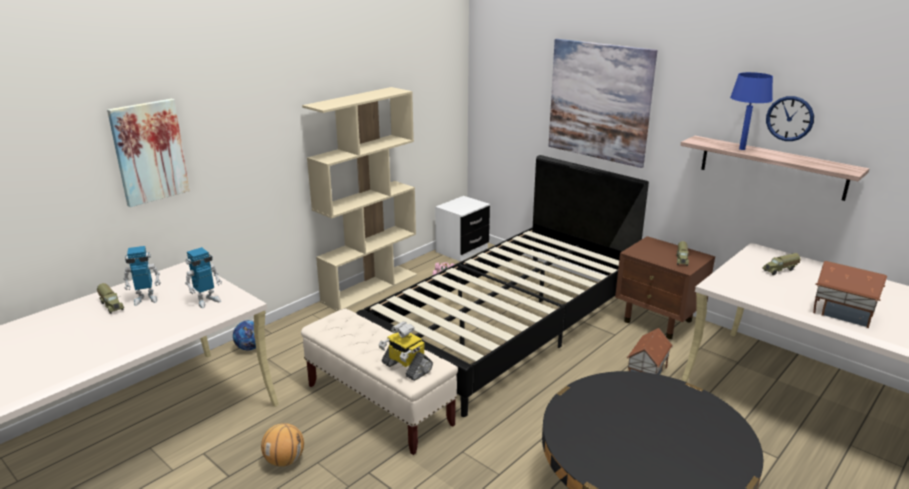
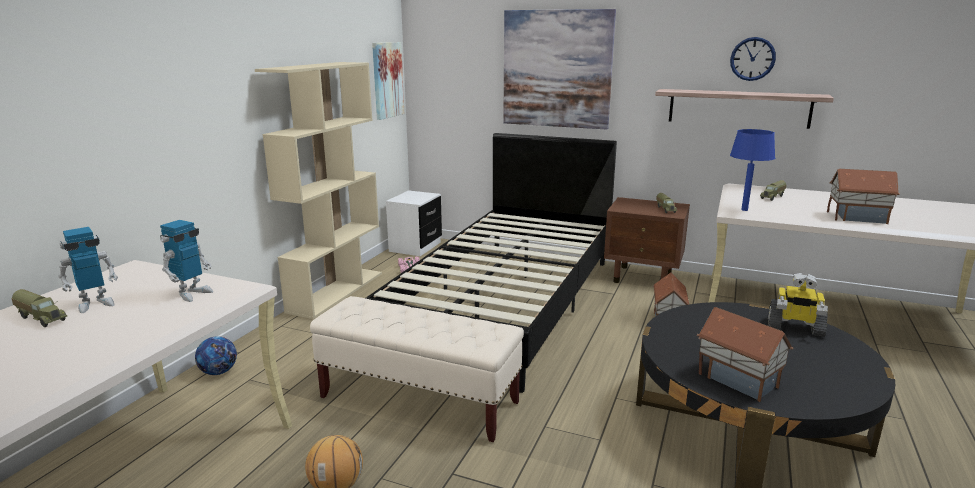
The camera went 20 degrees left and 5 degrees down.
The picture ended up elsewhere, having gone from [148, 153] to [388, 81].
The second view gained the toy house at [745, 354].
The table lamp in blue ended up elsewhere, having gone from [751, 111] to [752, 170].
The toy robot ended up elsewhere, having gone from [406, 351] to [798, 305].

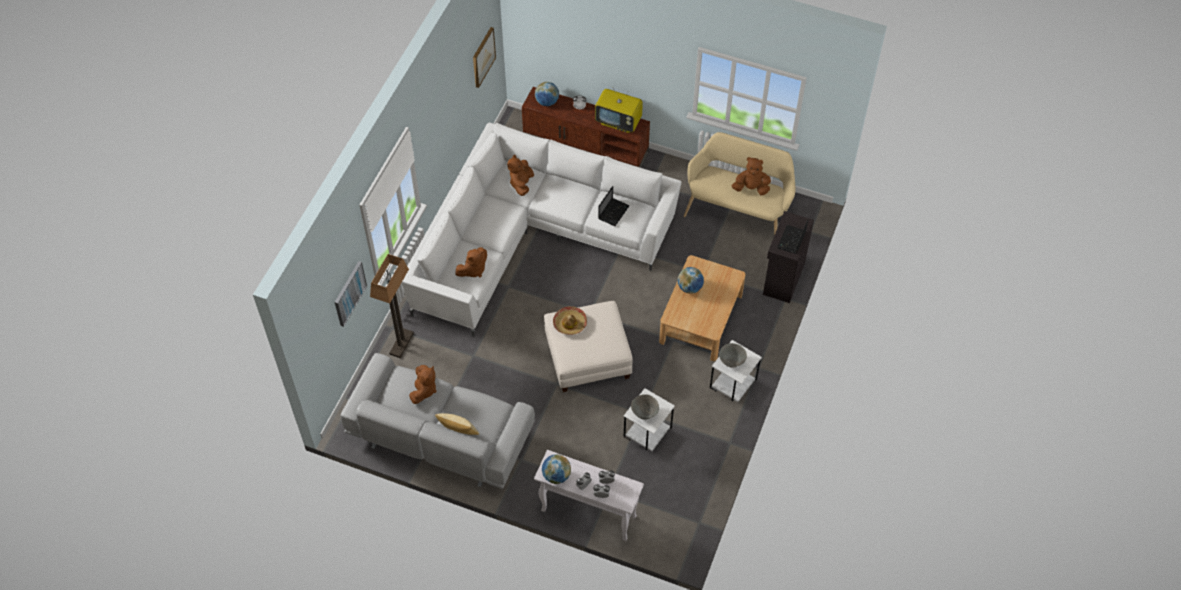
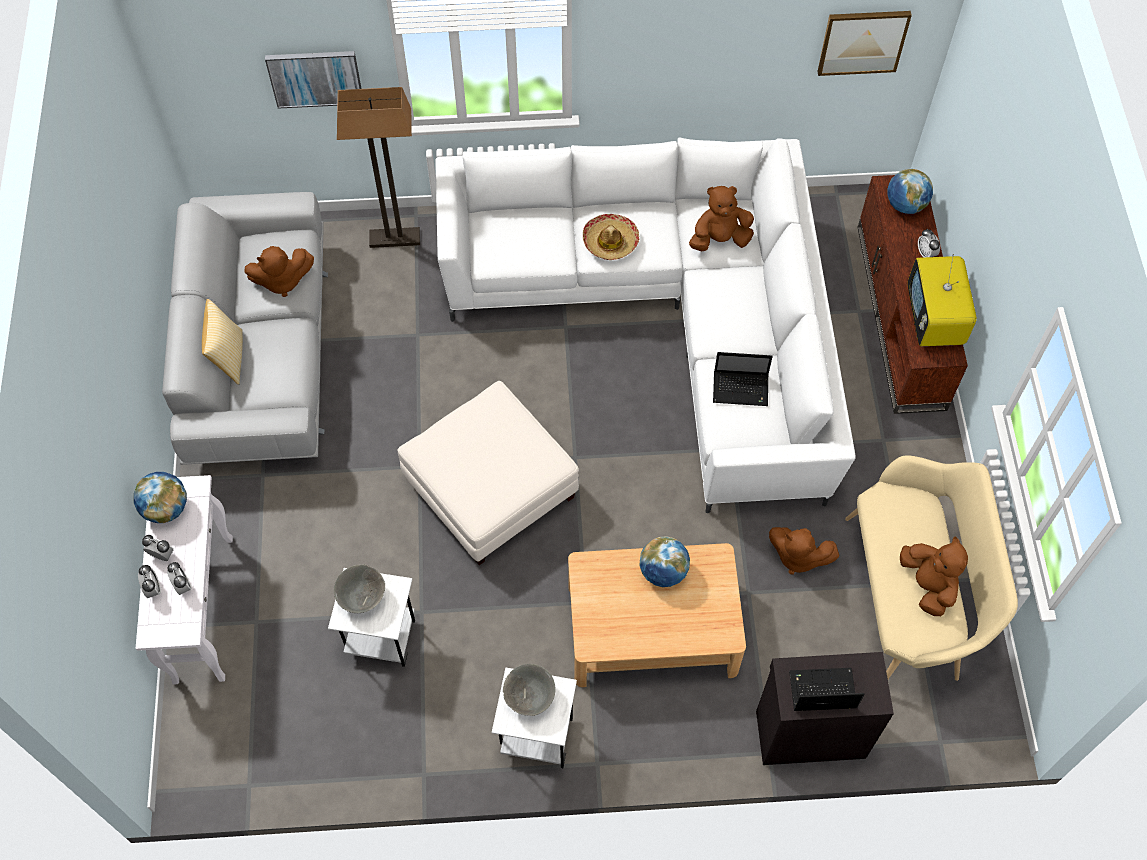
The camera went 65 degrees right and 5 degrees up.
The hat ended up elsewhere, having gone from [570, 320] to [611, 237].
The plush toy in brown ended up elsewhere, having gone from [471, 262] to [804, 551].

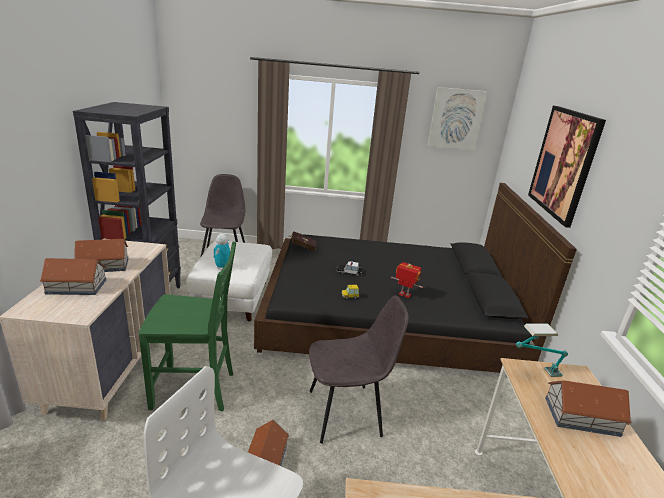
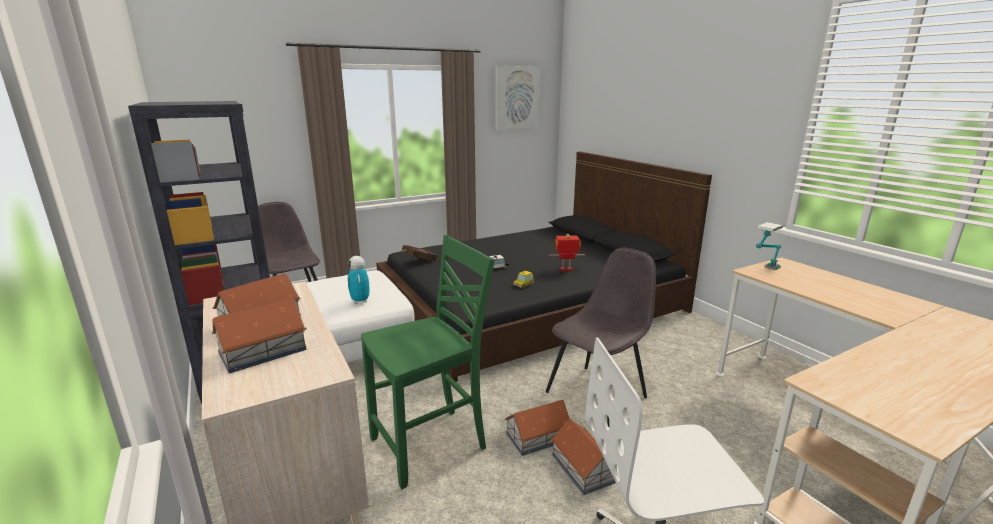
The camera went 30 degrees left and 5 degrees down.
The toy house ended up elsewhere, having gone from [588, 408] to [536, 428].
The second view lost the picture at [567, 167].

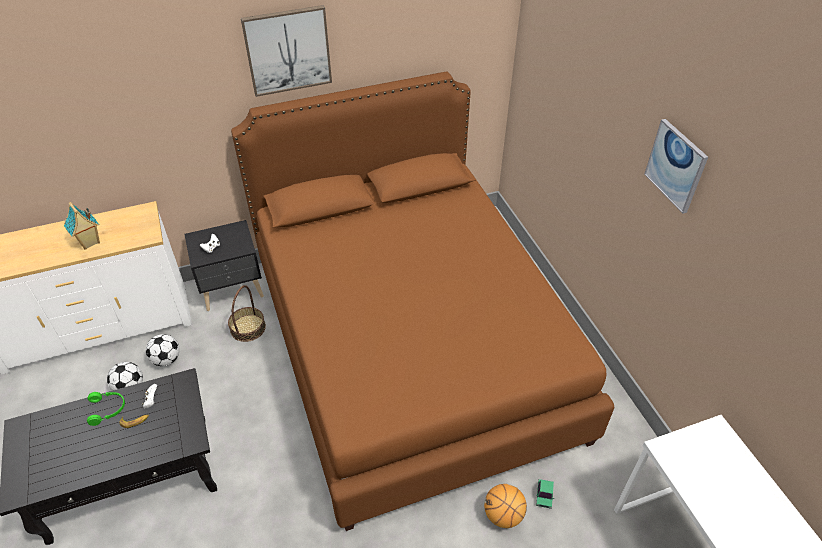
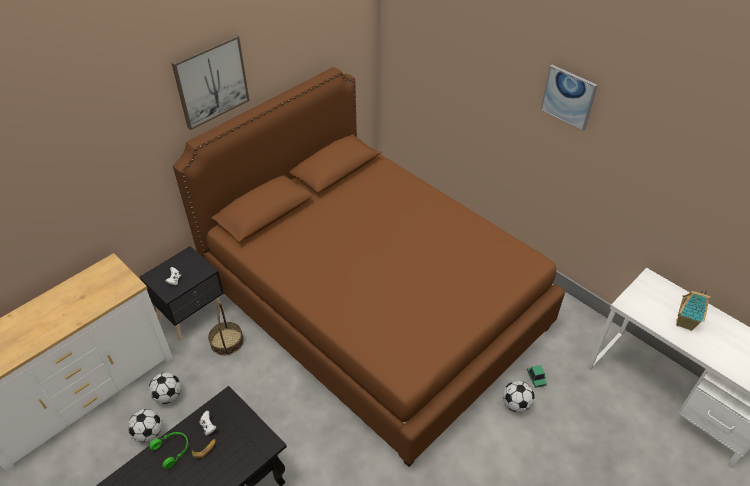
The camera went 25 degrees left and 0 degrees up.
Where the basketball stood at [505, 506], the football came to stand at [519, 397].
The toy house ended up elsewhere, having gone from [82, 226] to [693, 310].

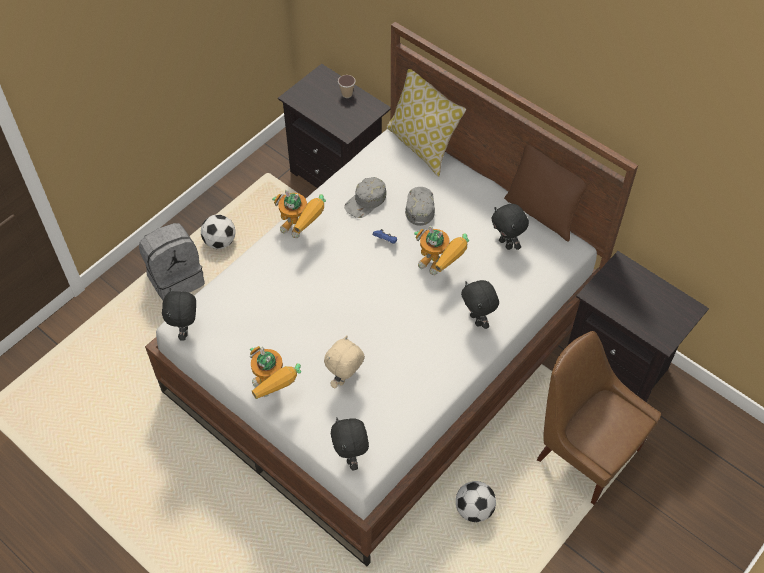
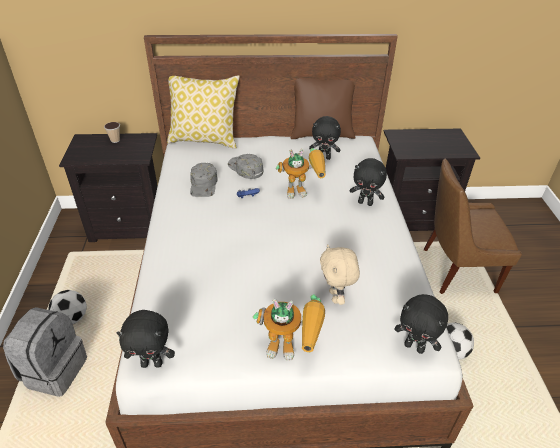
The camera went 45 degrees left and 15 degrees down.
The plush toy in black at [179, 314] ended up facing another way, 45 degrees counterclockwise from before.
The second view lost the toy robot at [299, 213].

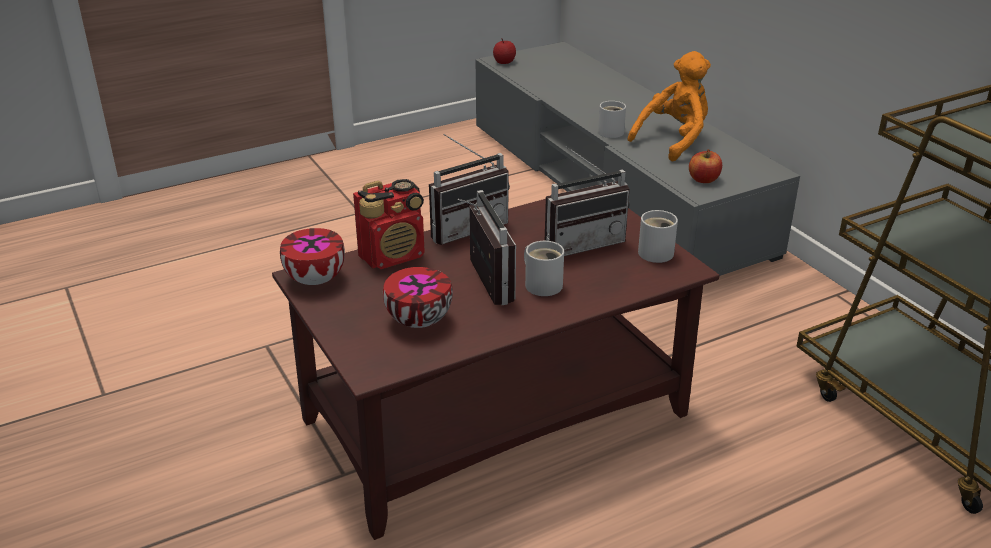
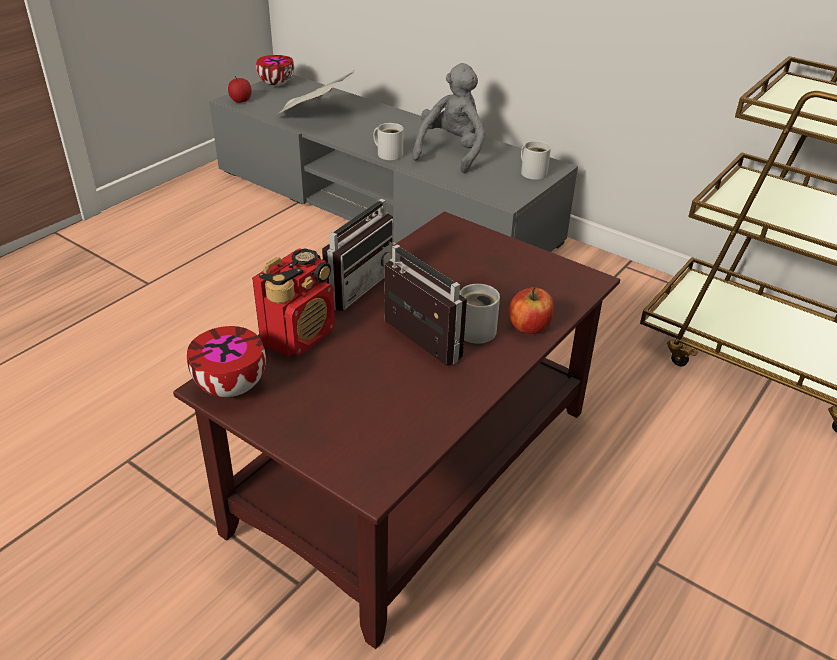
The camera went 25 degrees left and 5 degrees up.
The bowl ended up elsewhere, having gone from [418, 297] to [275, 70].
The second view gained the newspaper at [316, 92].
What was the plush toy in orange at [669, 106] turned into the plush toy in grey at [448, 118].
The apple ended up elsewhere, having gone from [705, 166] to [531, 310].
The mug in white ended up elsewhere, having gone from [658, 236] to [536, 160].
The second view lost the radio at [587, 201].

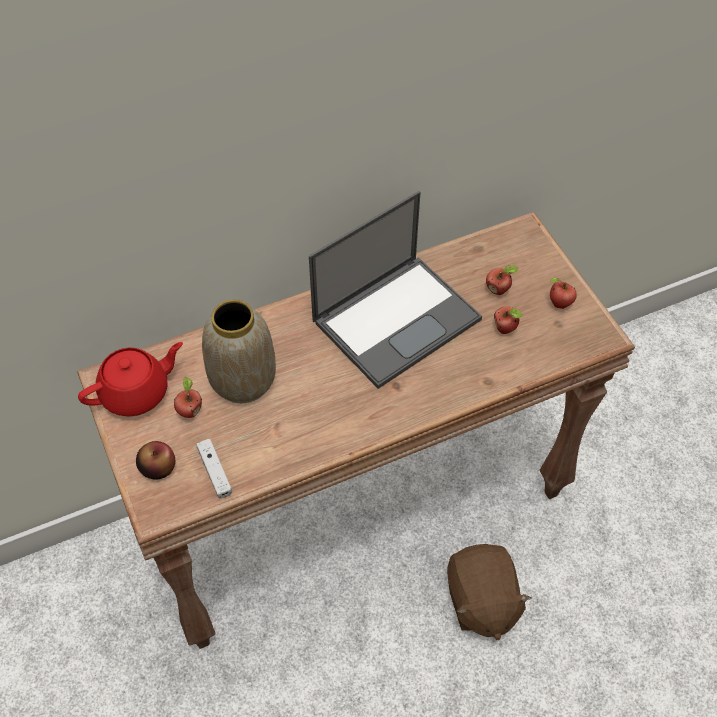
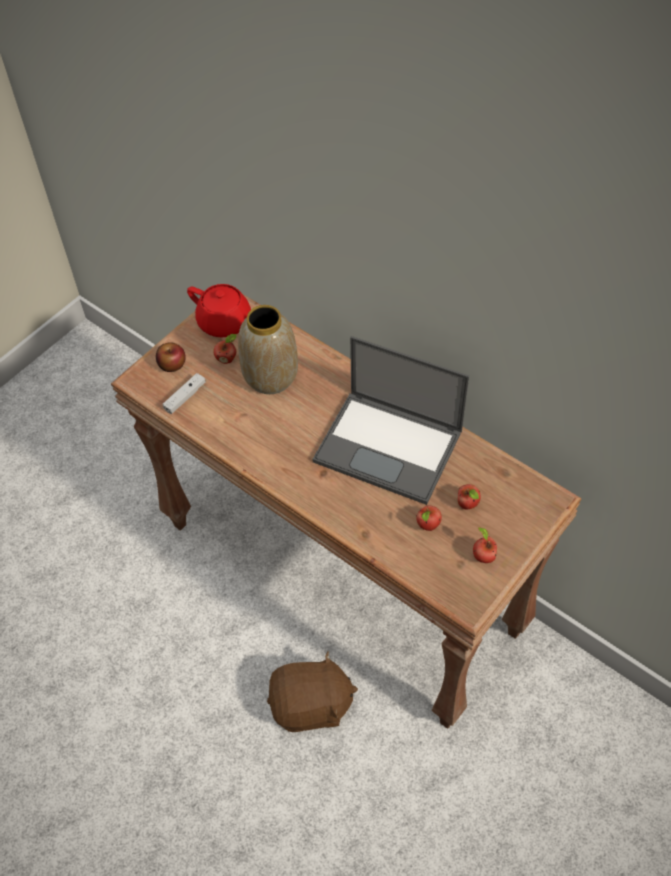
The camera went 65 degrees right and 0 degrees up.
The plush toy in brown at [489, 592] ended up facing another way, 150 degrees counterclockwise from before.

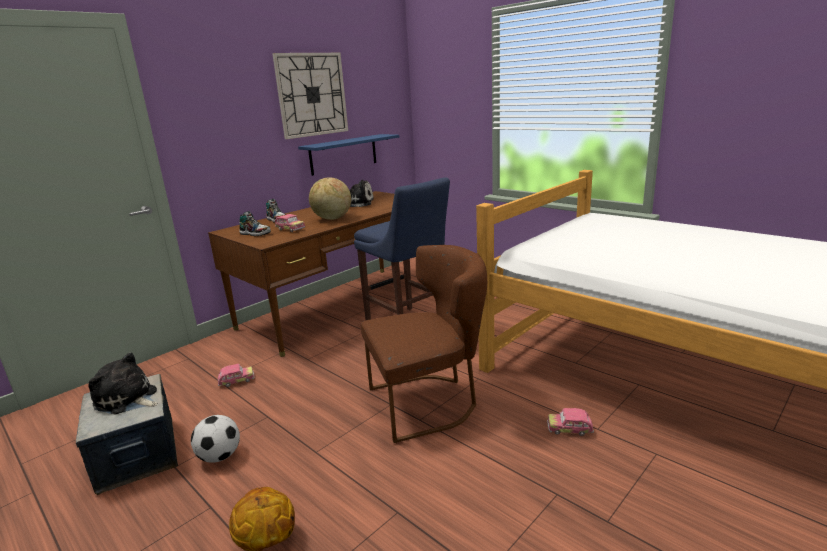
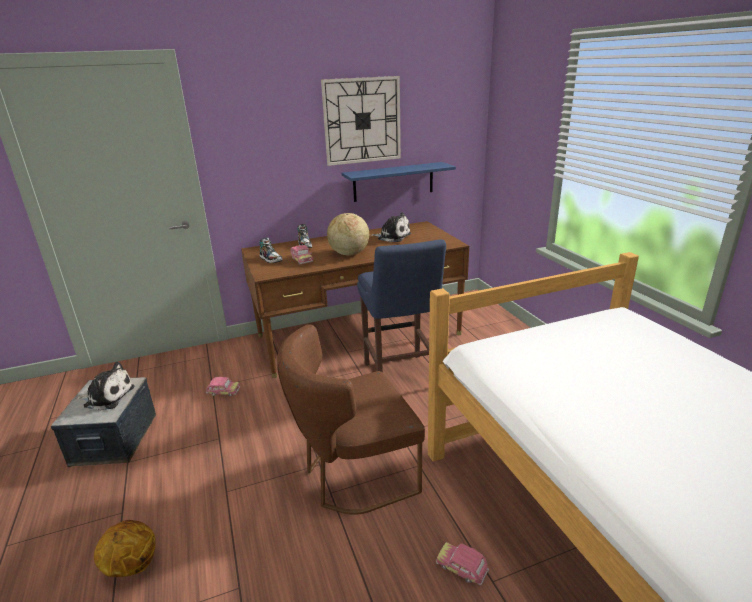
The camera went 25 degrees right and 5 degrees up.
The plush toy at [123, 383] ended up facing another way, 135 degrees clockwise from before.
The chair in brown at [424, 344] ended up facing another way, 150 degrees clockwise from before.
The second view lost the football at [215, 439].

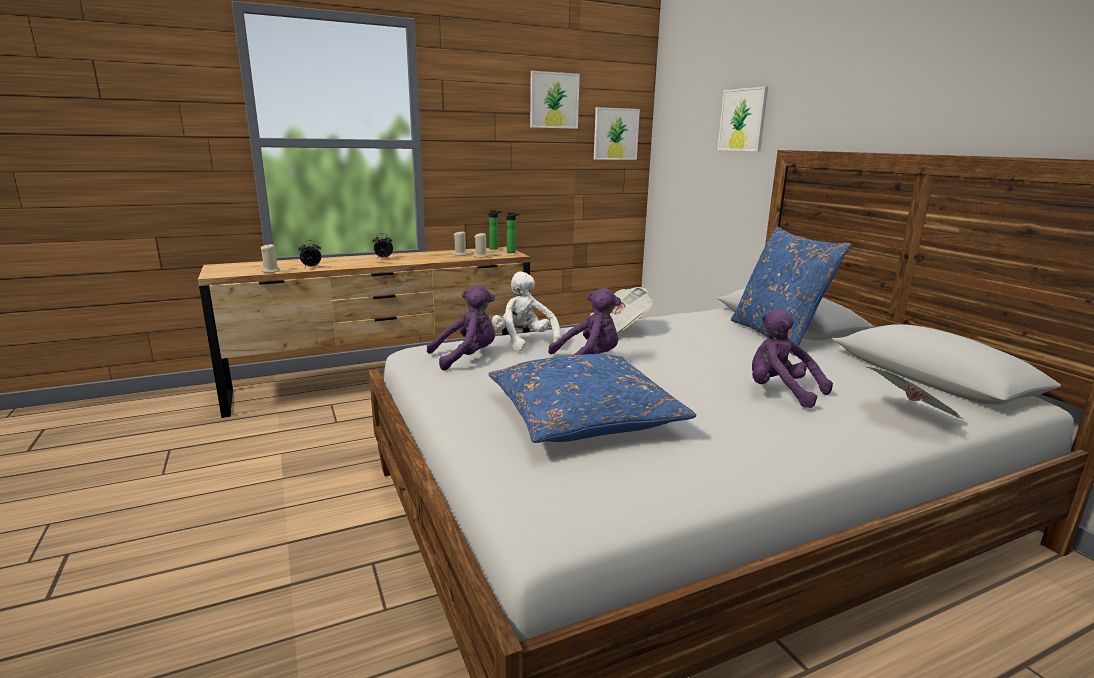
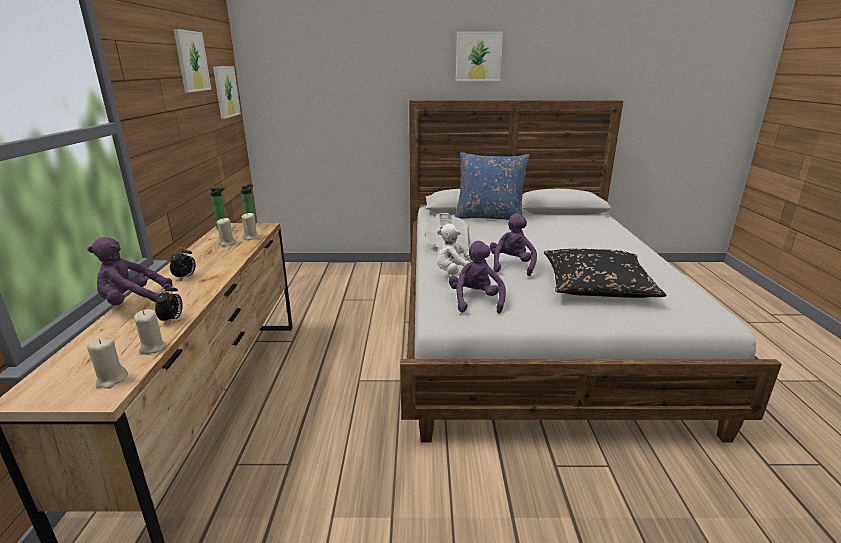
The camera went 65 degrees left and 5 degrees up.
The plush toy in purple ended up elsewhere, having gone from [792, 358] to [130, 271].
The second view gained the candle in beige at [107, 364].
The picture ended up elsewhere, having gone from [743, 118] to [479, 56].
What was the pillow in blue at [592, 398] turned into the pillow in black at [605, 273].
The second view lost the newspaper at [916, 393].

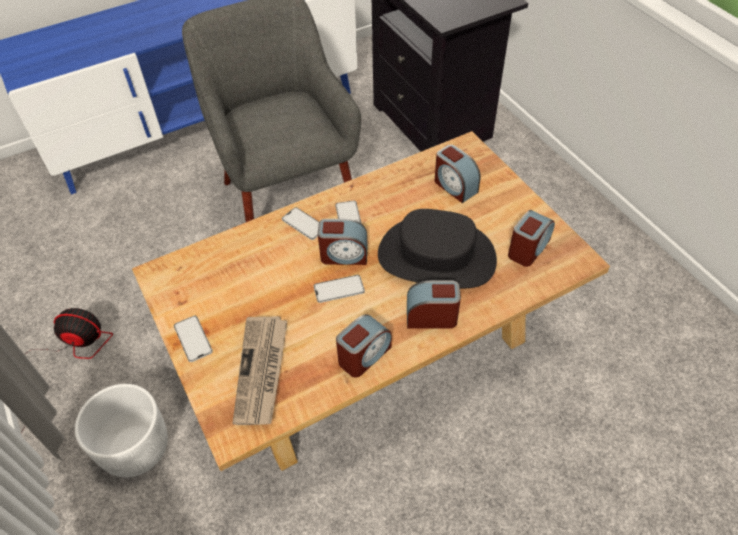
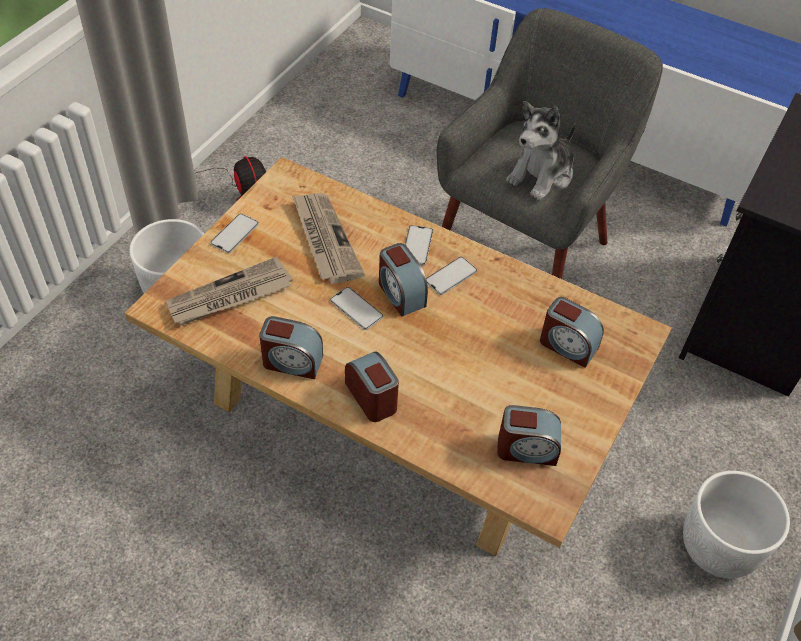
The camera went 55 degrees right and 0 degrees up.
The second view gained the newspaper at [328, 238].
The second view gained the plush toy at [541, 150].
The alarm clock at [458, 174] ended up facing another way, 75 degrees counterclockwise from before.
The second view gained the planter in white at [736, 524].
The second view lost the hat in black at [437, 248].

